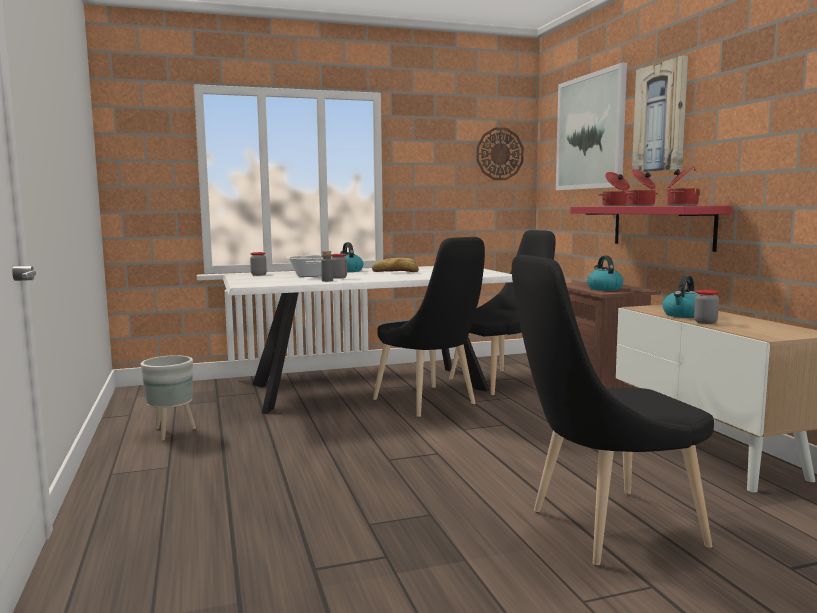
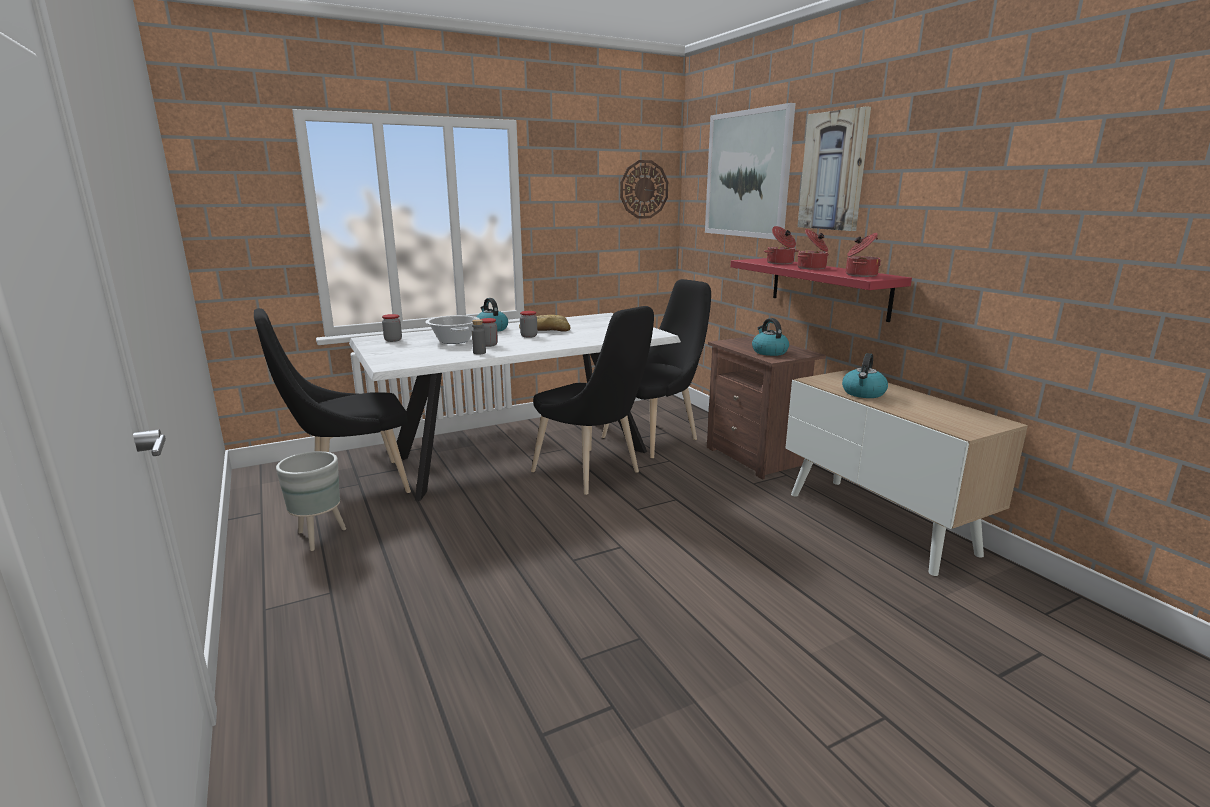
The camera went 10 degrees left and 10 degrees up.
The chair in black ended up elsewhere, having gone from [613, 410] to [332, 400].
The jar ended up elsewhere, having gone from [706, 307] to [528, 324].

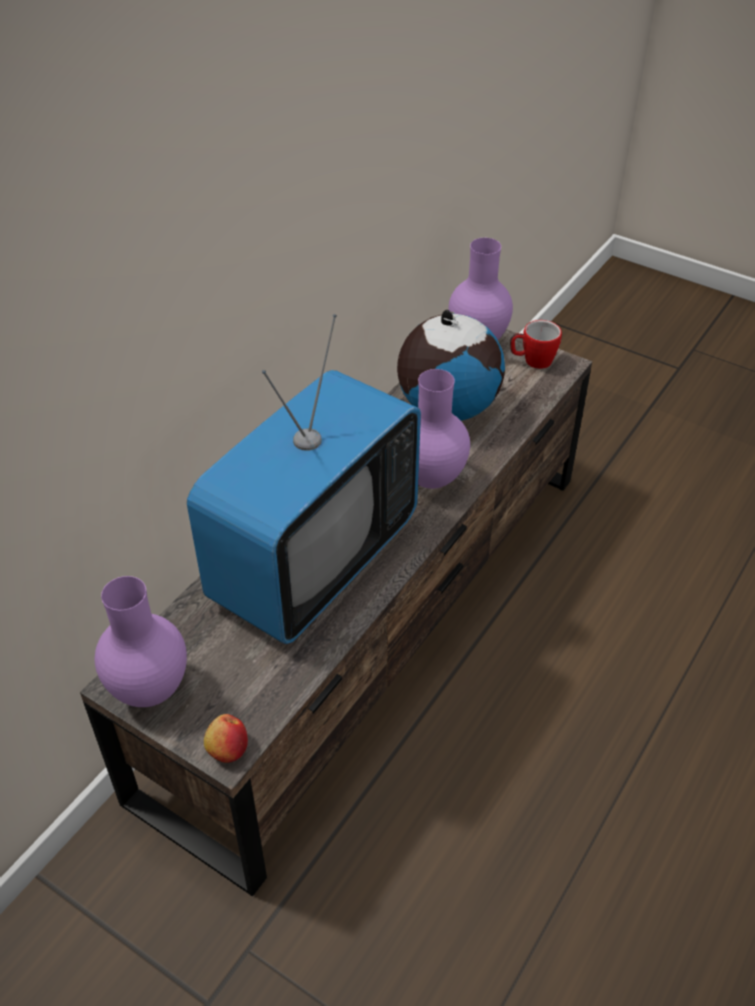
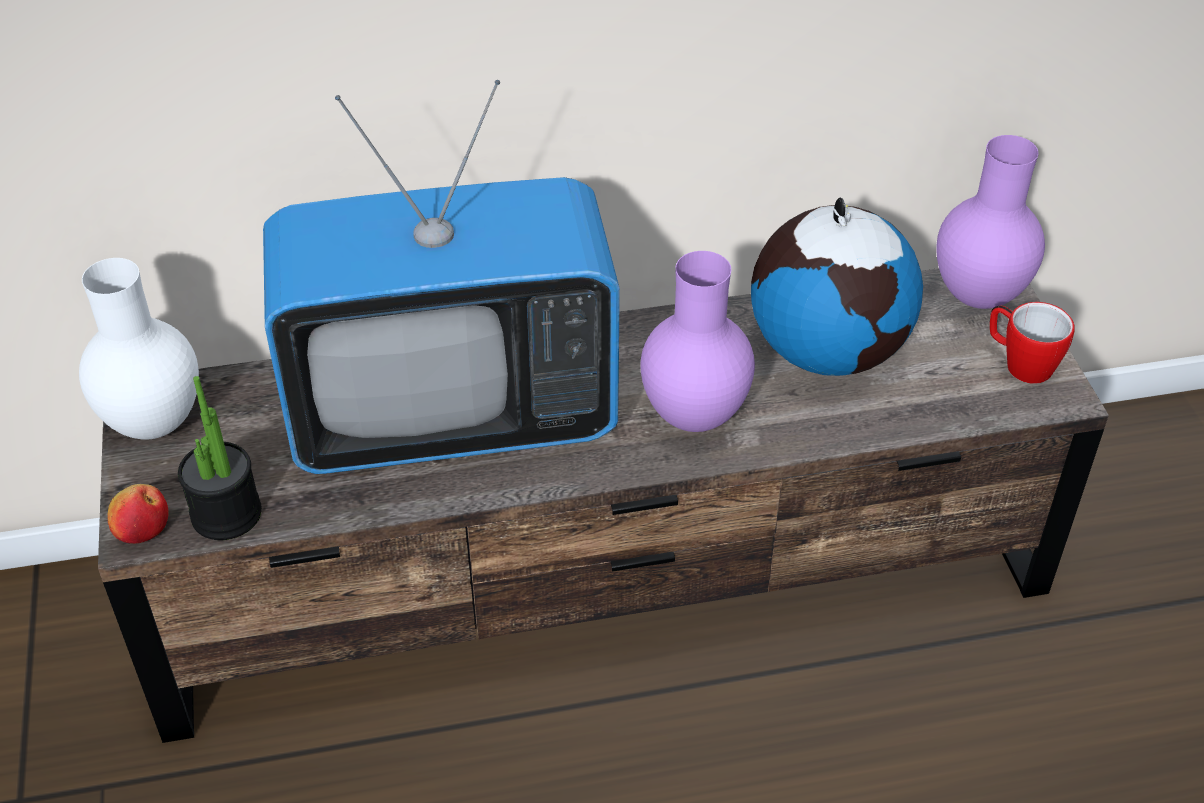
The camera went 45 degrees right and 0 degrees up.
What was the vase in purple at [141, 641] turned into the vase in white at [139, 348].
The second view gained the potted plant at [220, 458].

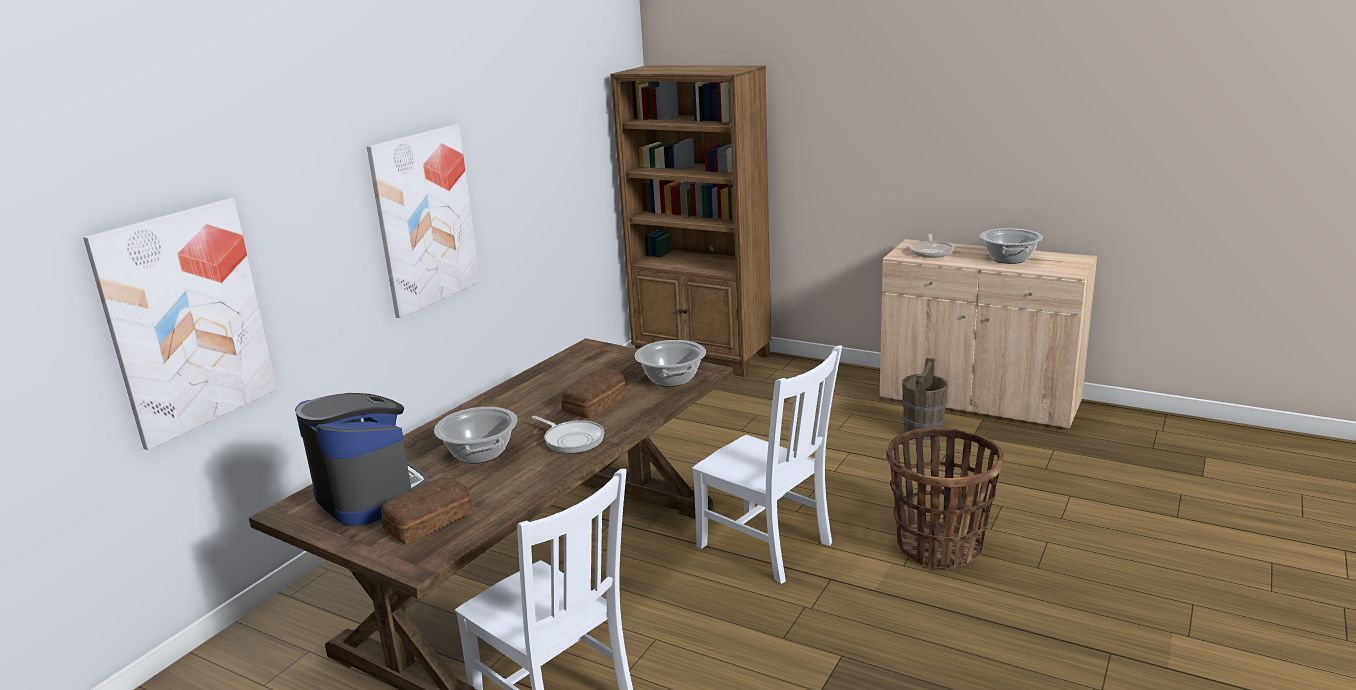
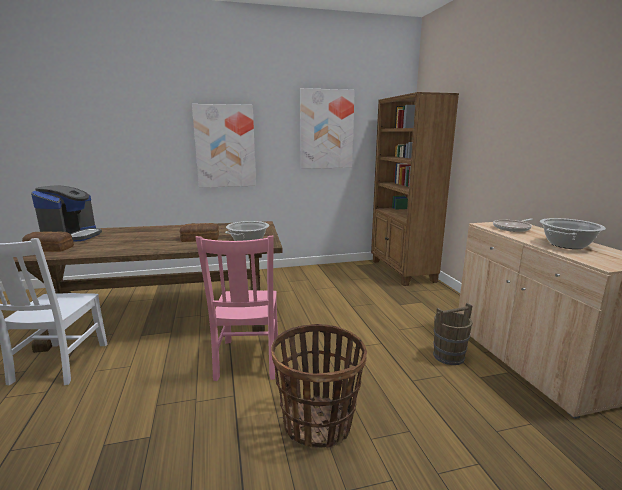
The camera went 45 degrees right and 5 degrees down.
What was the chair in white at [767, 464] turned into the chair in pink at [236, 308].
The picture ended up elsewhere, having gone from [180, 324] to [327, 128].
The second view lost the cooking pot at [475, 435].
The second view lost the frying pan at [568, 434].

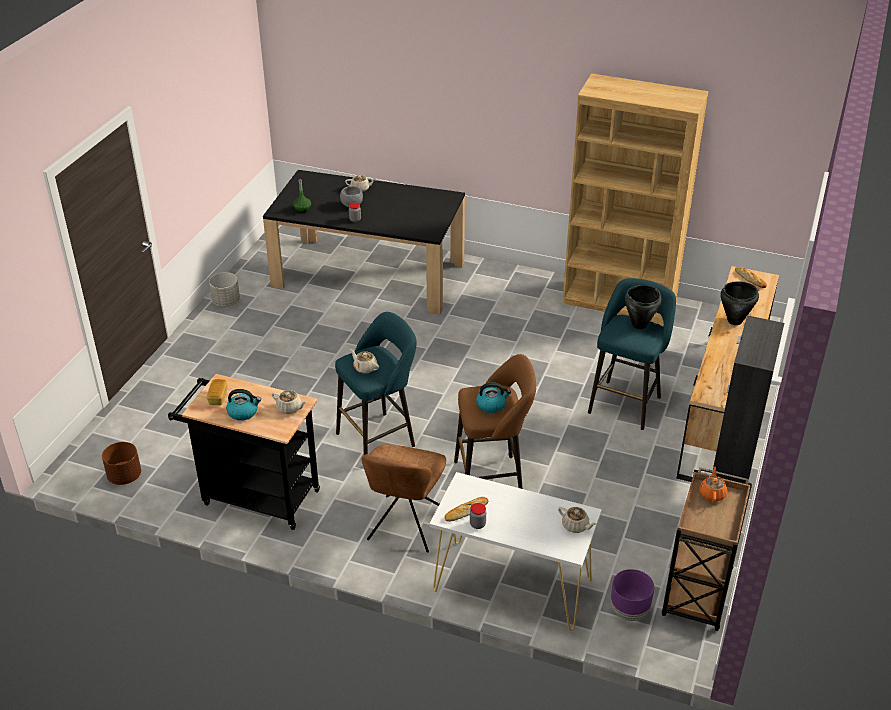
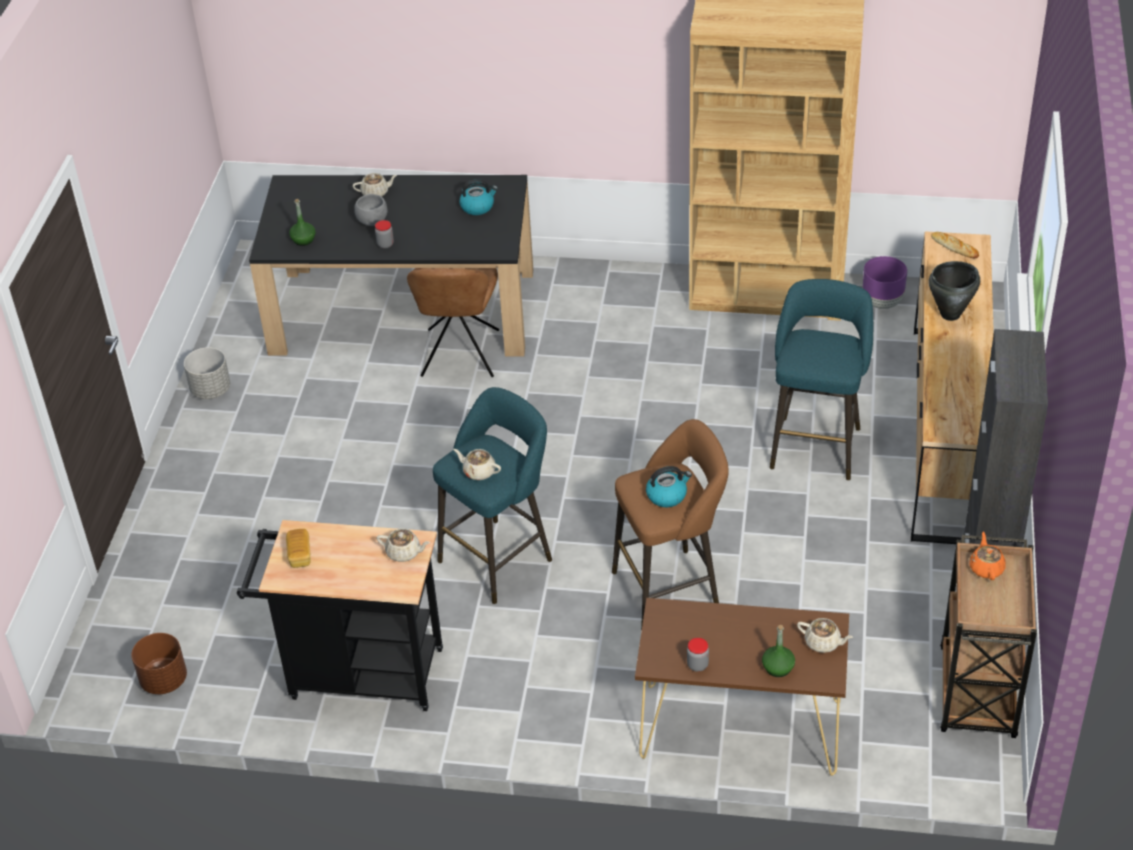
The camera went 10 degrees left and 5 degrees up.
The chair in brown ended up elsewhere, having gone from [404, 498] to [453, 322].
The kettle ended up elsewhere, having gone from [243, 405] to [478, 197].
What was the console table in white at [515, 551] turned into the console table in brown at [742, 687].
The second view gained the bottle in green at [778, 651].
The planter in purple ended up elsewhere, having gone from [632, 595] to [885, 282].
The second view lost the bread at [467, 509].
The second view lost the cooking pot in black at [643, 307].

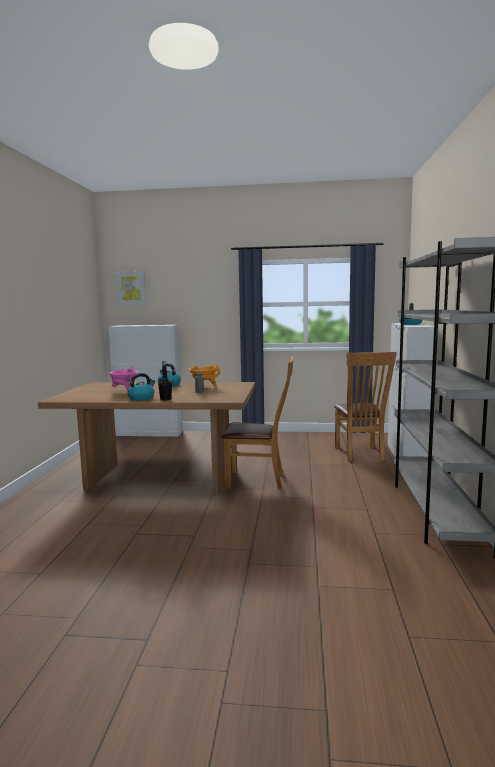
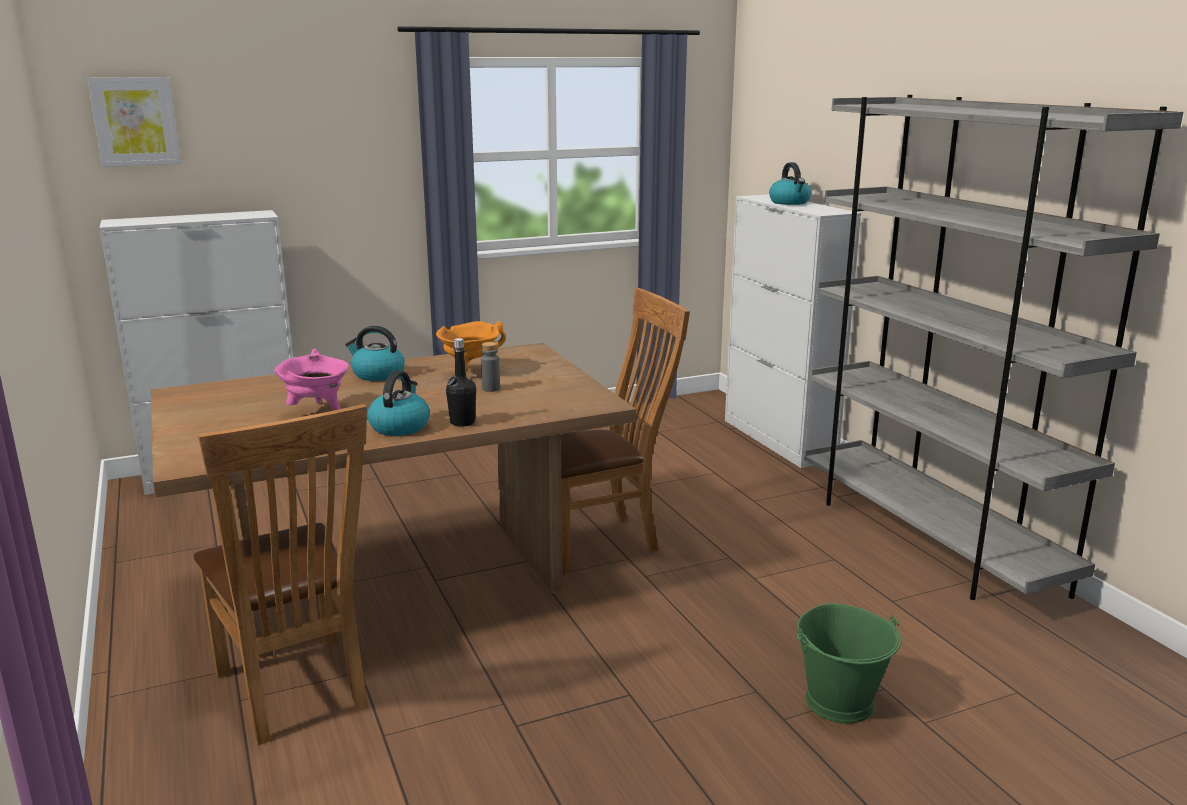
The camera went 30 degrees left and 10 degrees up.
The chair in brown ended up elsewhere, having gone from [365, 407] to [280, 574].
The second view gained the bucket in green at [849, 663].

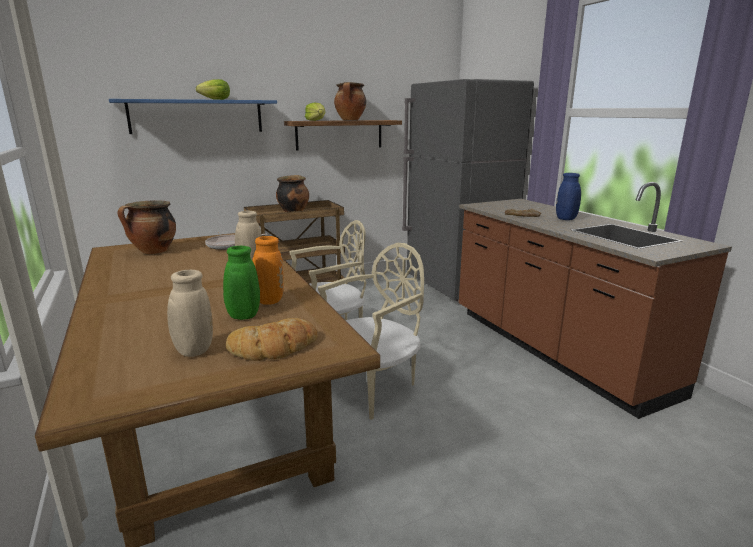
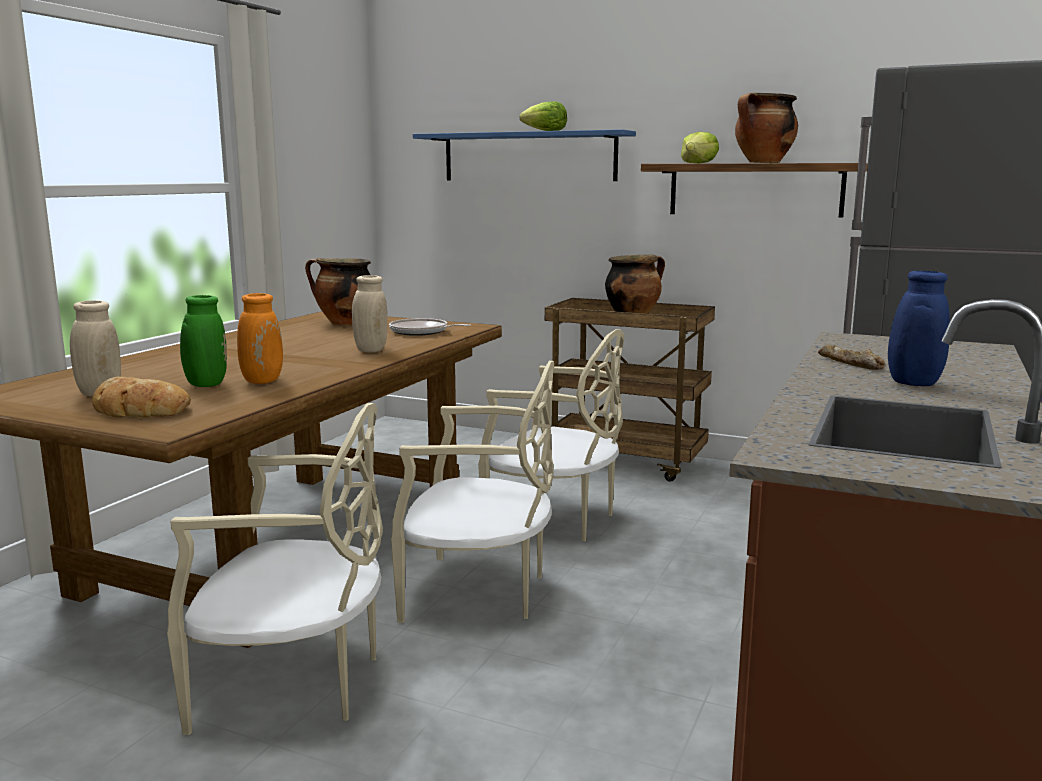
The camera went 50 degrees right and 5 degrees down.
The second view gained the chair in beige at [275, 569].

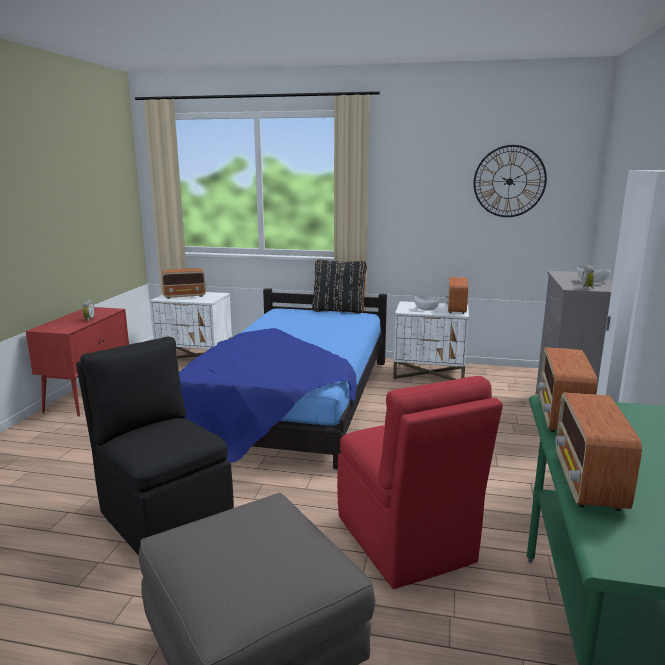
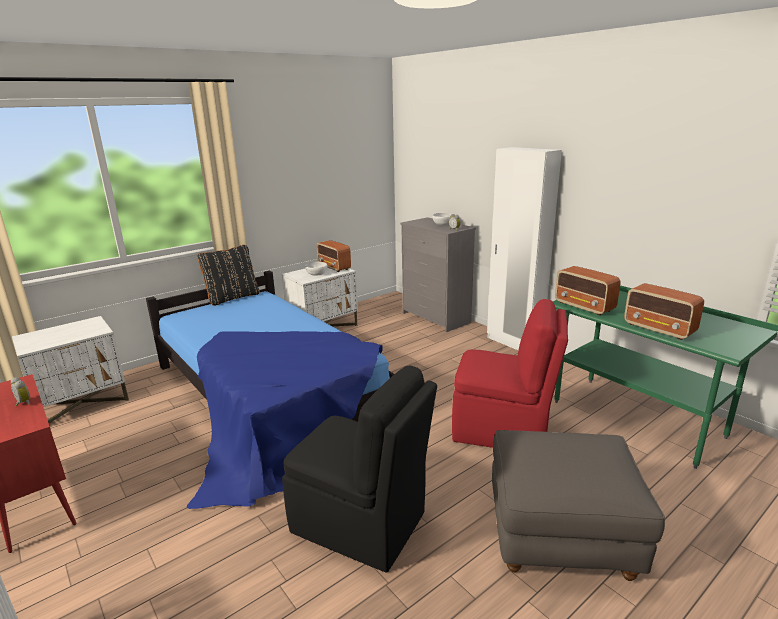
The camera went 50 degrees left and 5 degrees up.
The chair in black at [155, 445] ended up facing another way, 150 degrees counterclockwise from before.
The second view lost the radio at [183, 283].
The second view lost the wall clock at [510, 181].

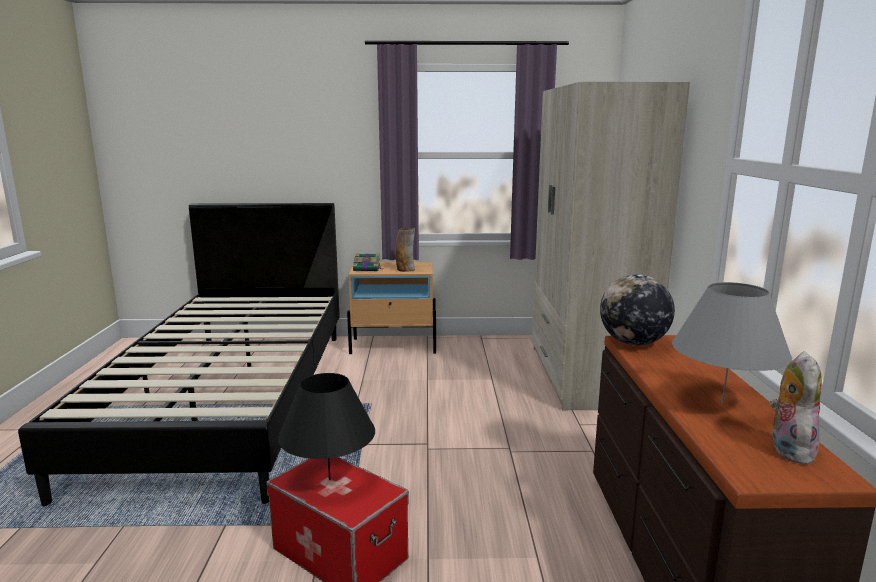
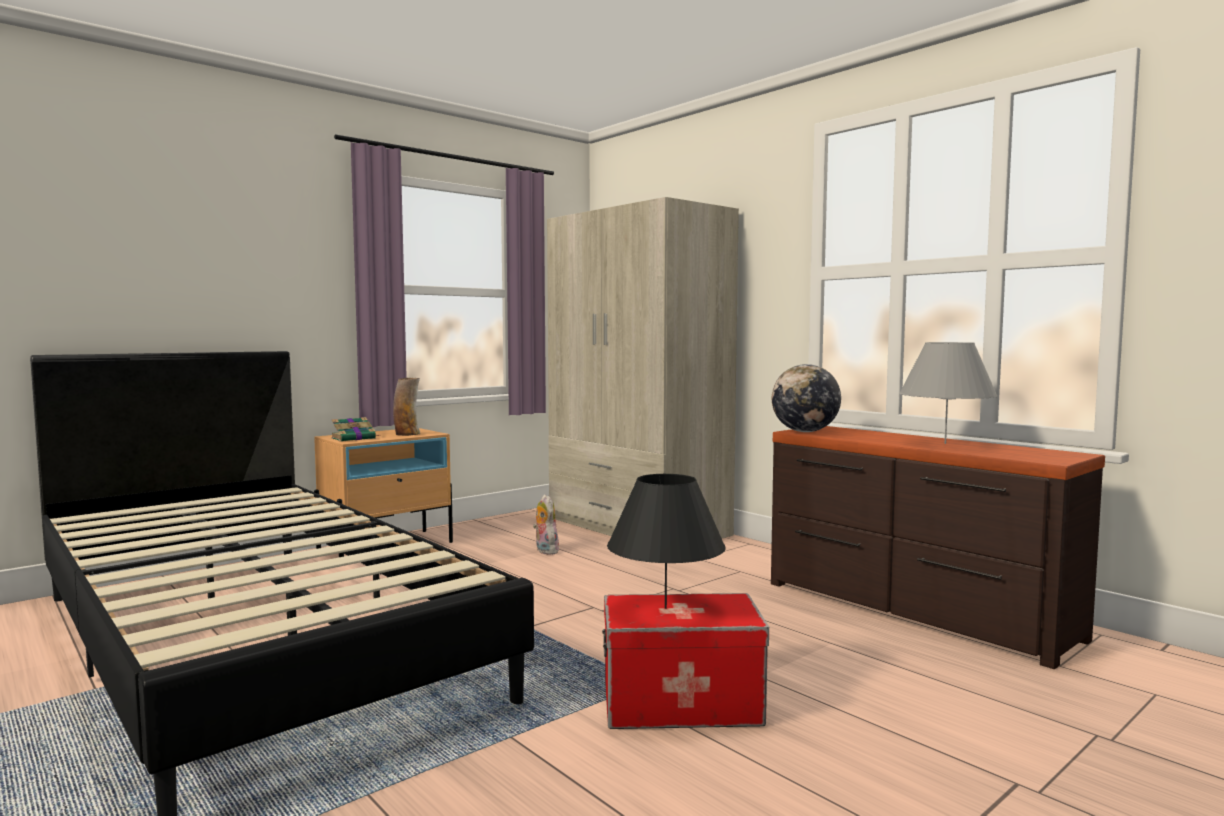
The camera went 40 degrees left and 10 degrees down.
The plush toy ended up elsewhere, having gone from [796, 408] to [546, 524].

